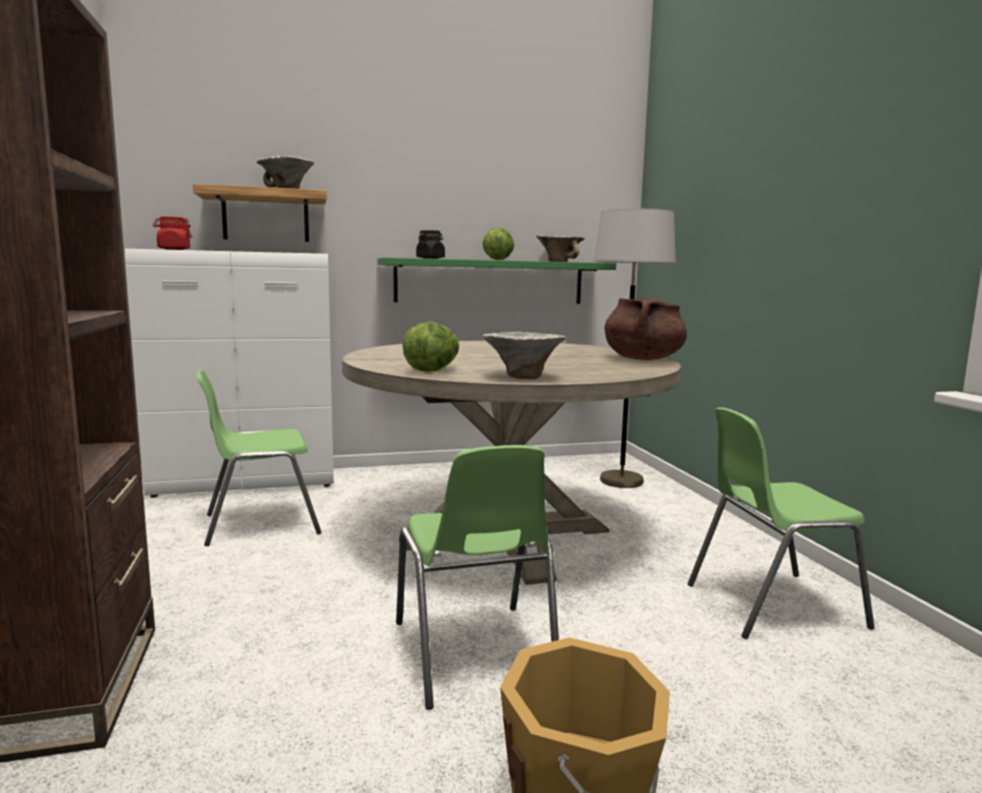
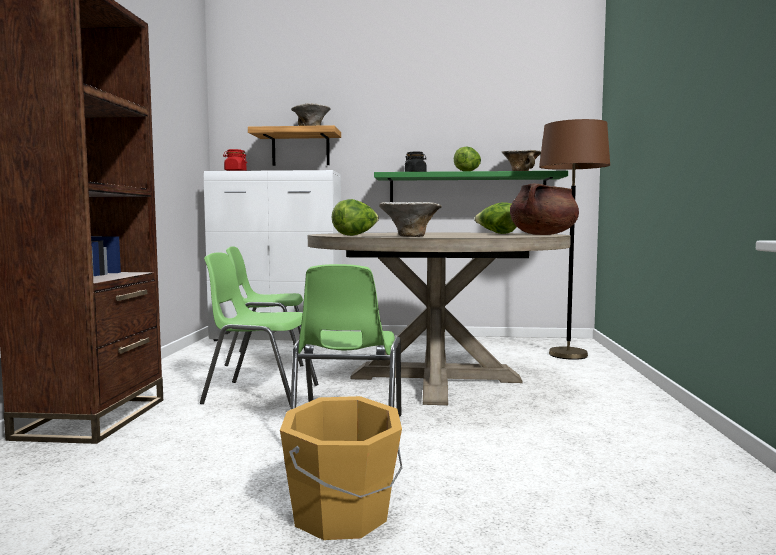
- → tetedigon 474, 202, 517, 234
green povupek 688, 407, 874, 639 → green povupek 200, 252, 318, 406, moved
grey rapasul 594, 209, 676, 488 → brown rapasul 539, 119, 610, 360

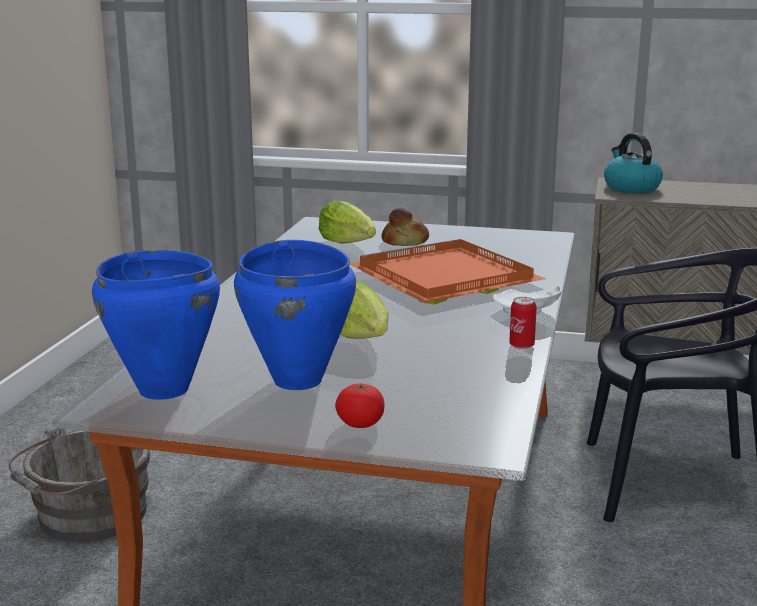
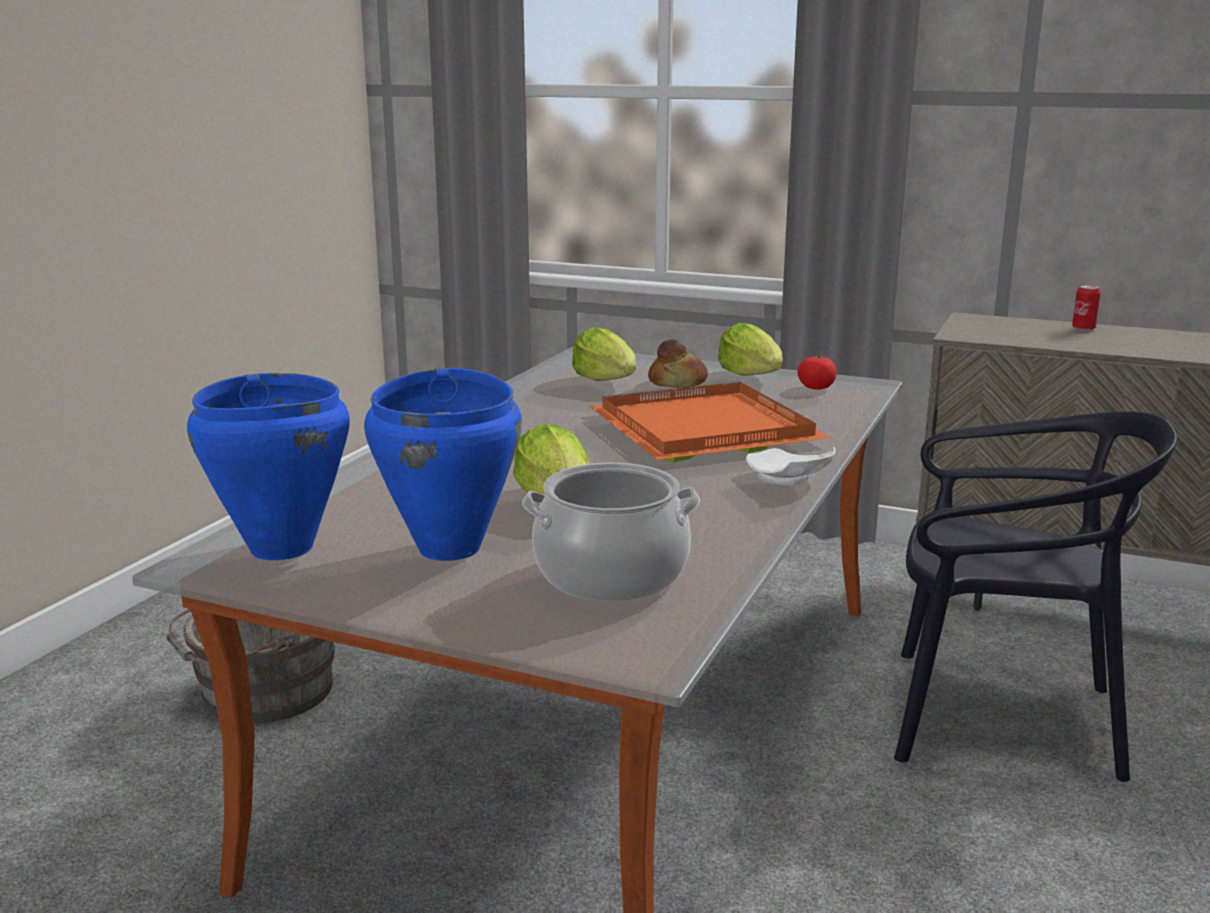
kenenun 604, 133, 663, 193 → -
- → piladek 522, 463, 700, 601
- → tetedigon 718, 323, 783, 376
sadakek 335, 384, 384, 428 → sadakek 797, 356, 837, 390, moved
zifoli 509, 297, 537, 349 → zifoli 1072, 285, 1101, 331, moved

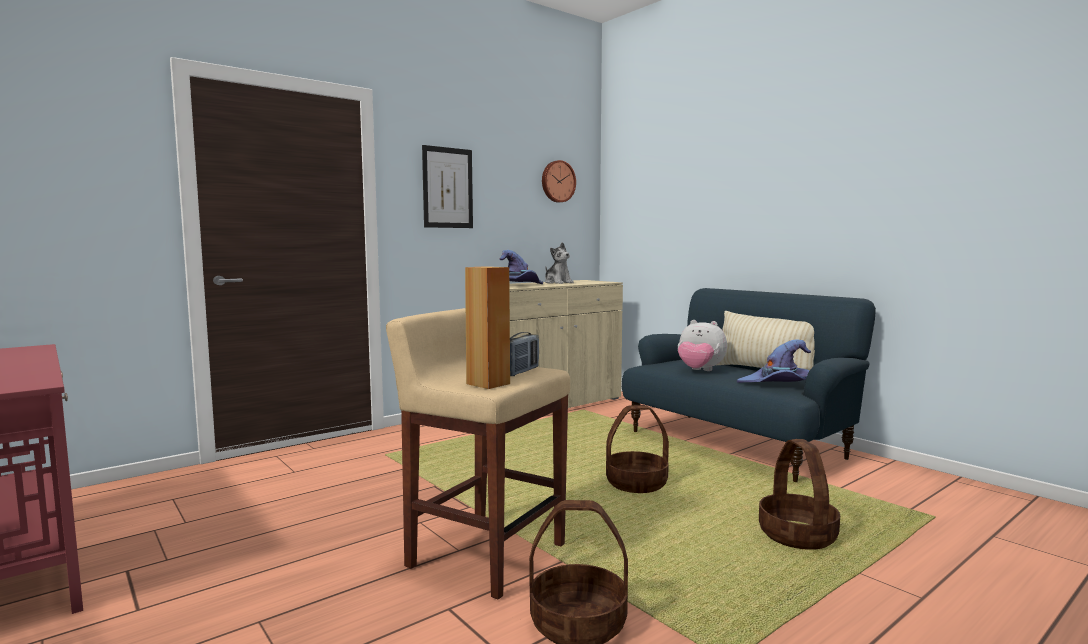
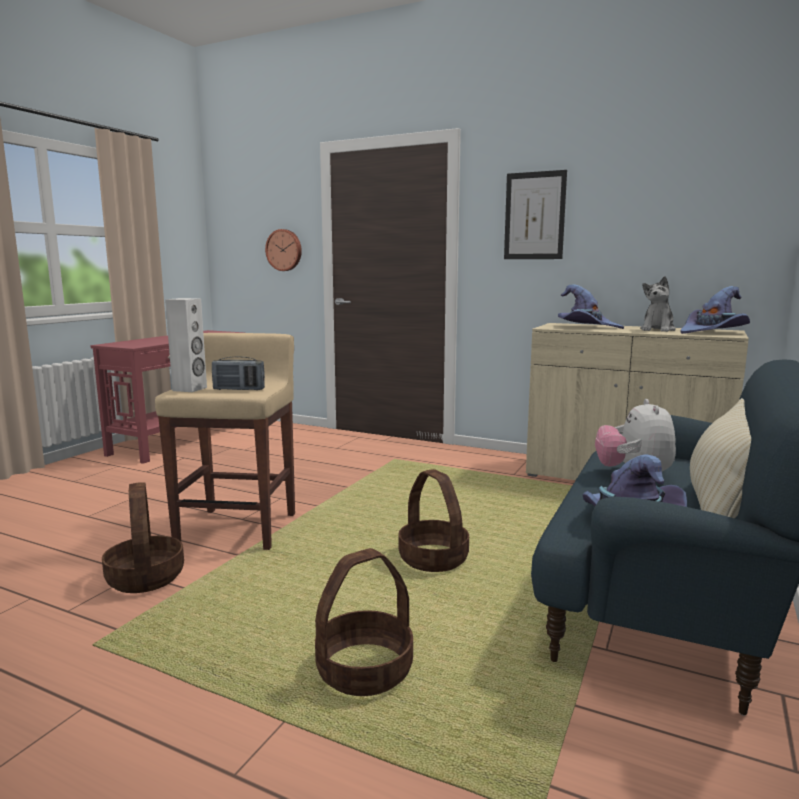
- → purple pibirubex 680, 286, 750, 334
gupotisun 542, 160, 576, 203 → gupotisun 265, 229, 302, 271, moved
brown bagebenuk 465, 266, 510, 389 → white bagebenuk 165, 298, 207, 392

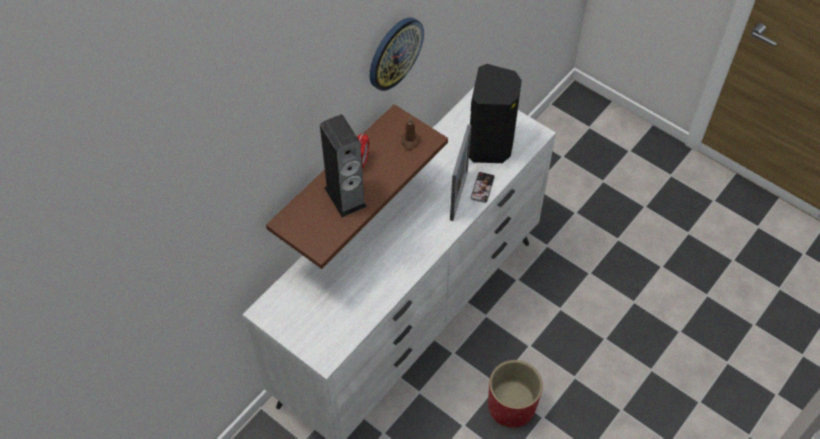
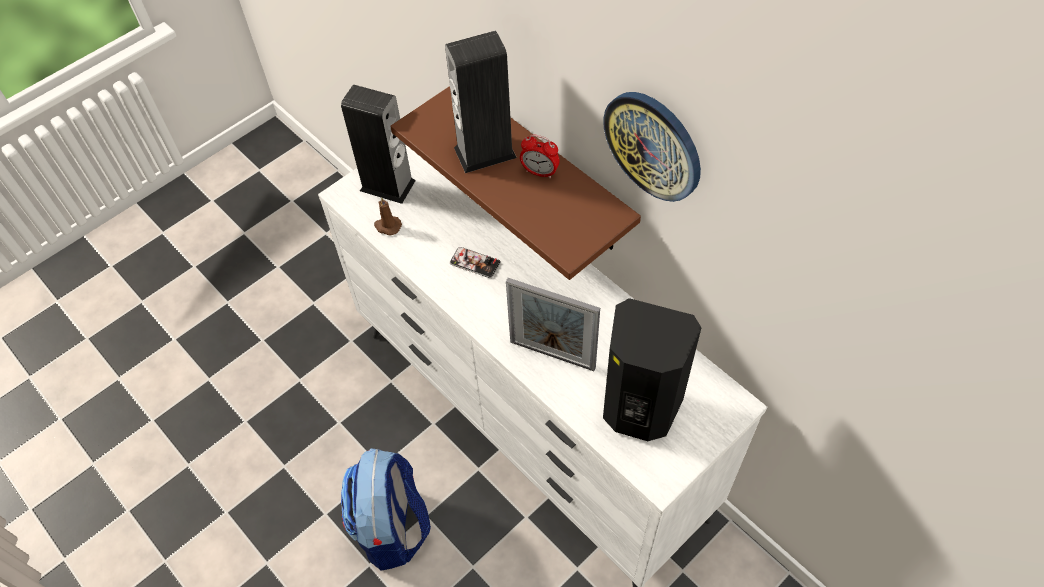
- → bagebenuk 341, 85, 416, 204
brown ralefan 401, 117, 420, 151 → brown ralefan 374, 197, 402, 236, moved
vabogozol 470, 172, 495, 203 → vabogozol 450, 247, 501, 278, moved
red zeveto 488, 360, 543, 428 → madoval 341, 448, 431, 571

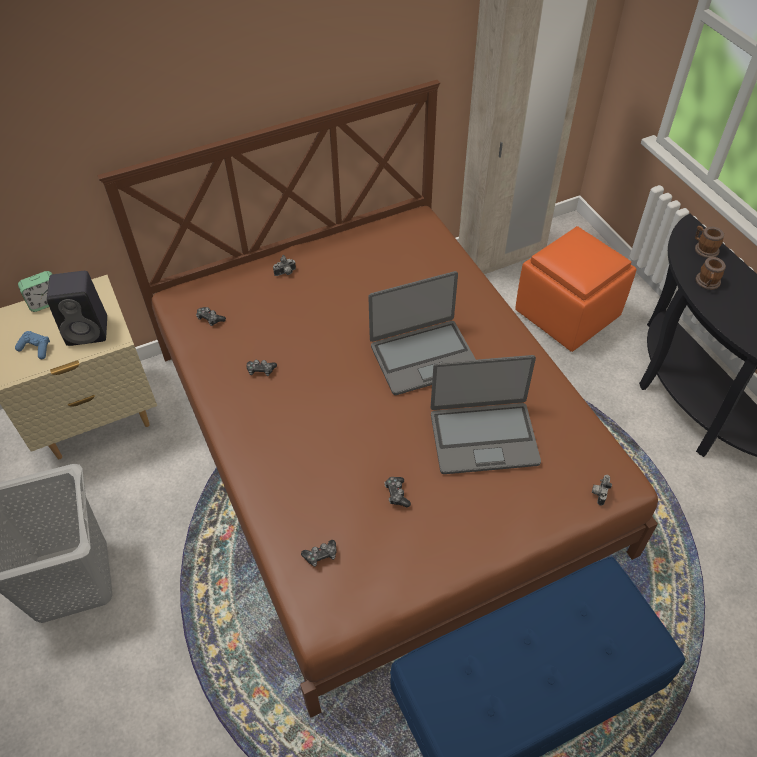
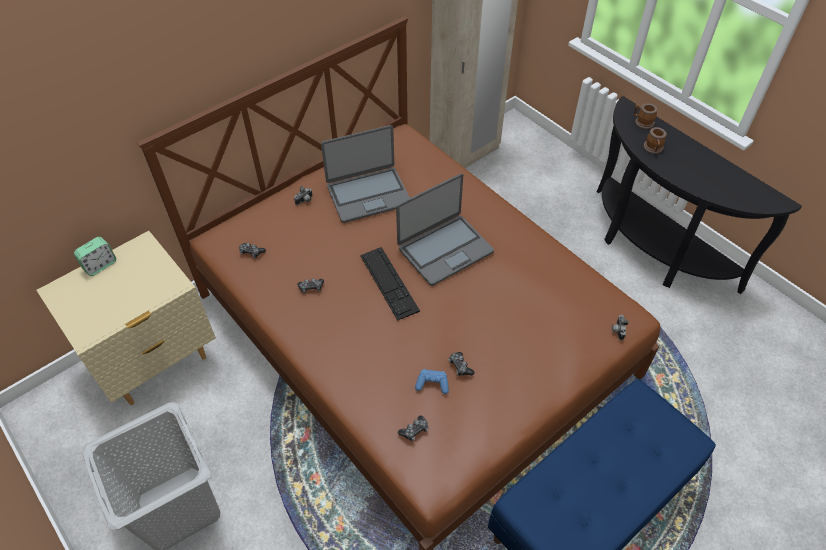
black bagebenuk 47, 271, 107, 346 → -
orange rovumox 515, 226, 637, 352 → -
- → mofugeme 360, 247, 420, 321
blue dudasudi 15, 331, 50, 359 → blue dudasudi 415, 369, 449, 394, moved
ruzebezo 431, 355, 541, 474 → ruzebezo 321, 125, 410, 223, moved

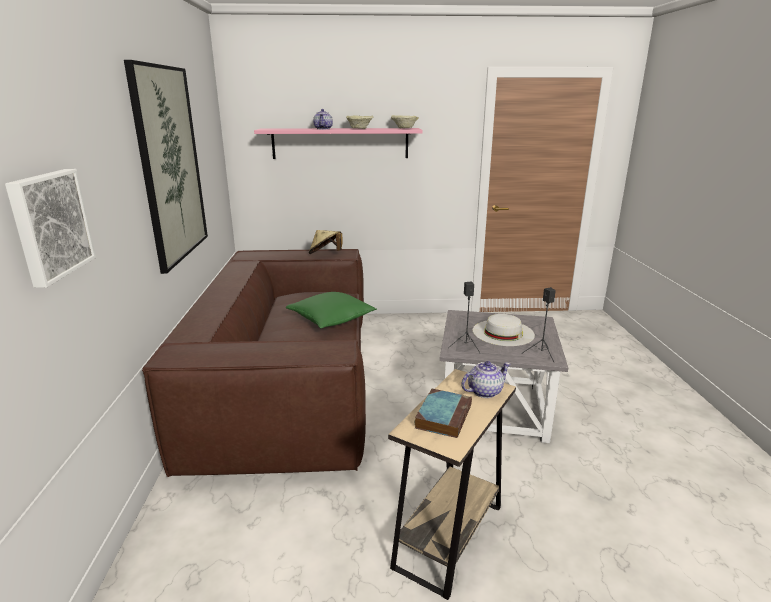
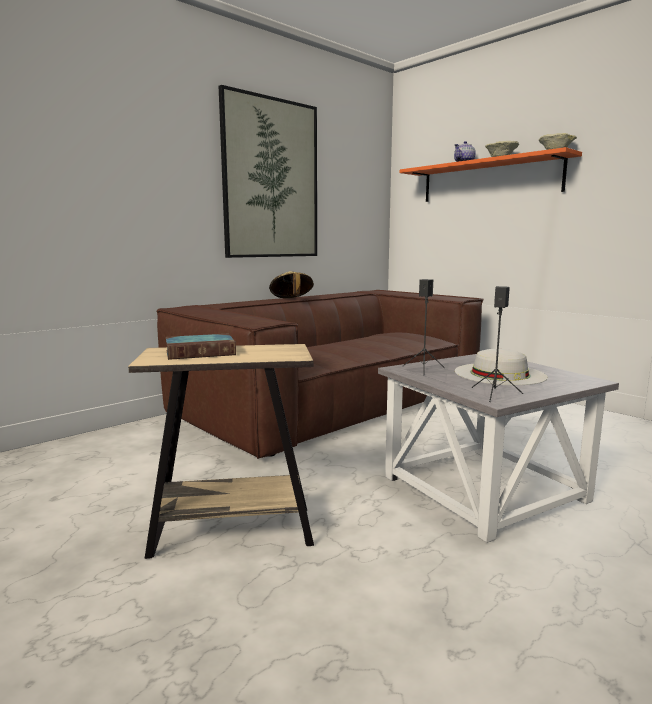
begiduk 5, 169, 96, 288 → -
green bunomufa 286, 292, 377, 328 → -
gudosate 461, 361, 511, 398 → -
beige pibirubex 309, 230, 343, 254 → beige pibirubex 269, 271, 314, 298, moved
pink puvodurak 254, 128, 423, 159 → orange puvodurak 400, 147, 582, 202

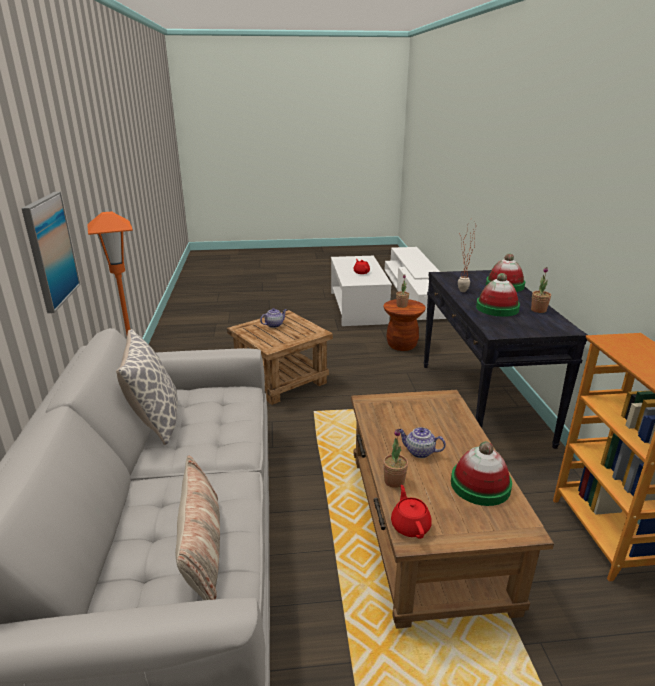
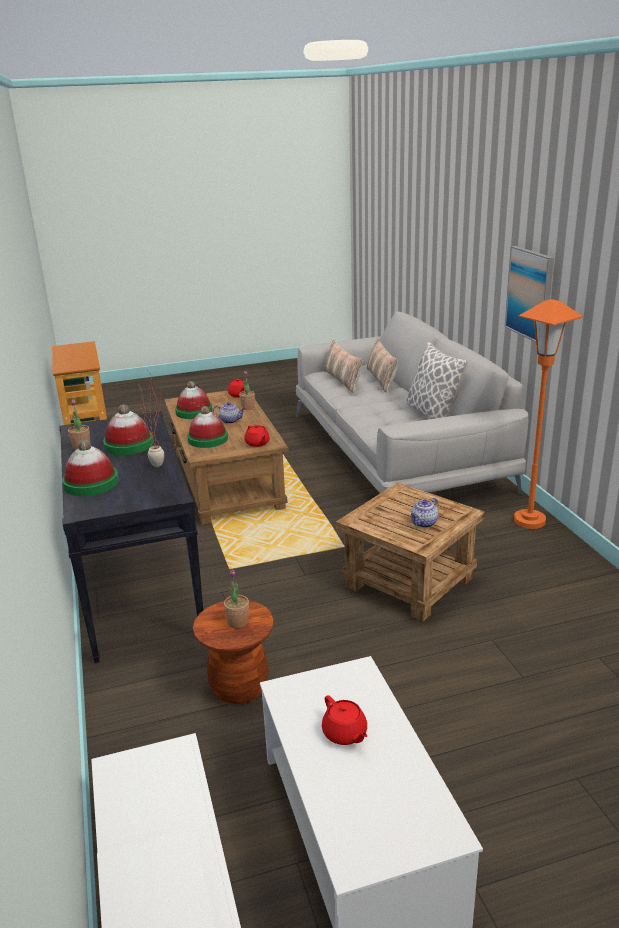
- → pibirubex 187, 406, 228, 448
- → red gudosate 244, 425, 270, 447
- → bunomufa 367, 338, 398, 393

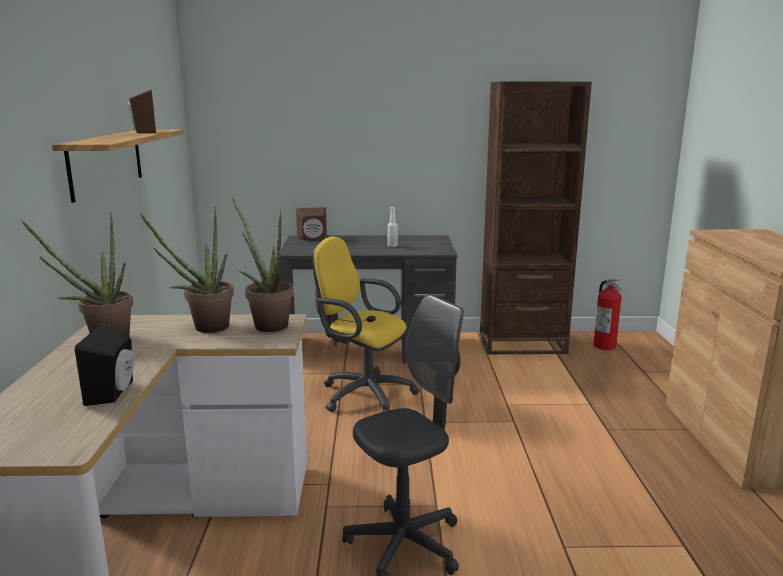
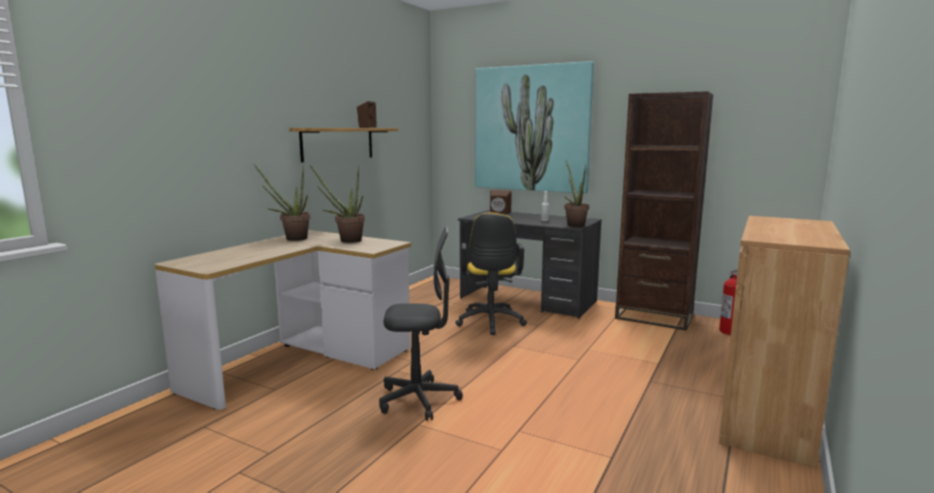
black bagebenuk 75, 324, 134, 406 → -
- → begiduk 475, 61, 594, 194
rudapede 232, 198, 294, 332 → rudapede 564, 161, 589, 227, moved
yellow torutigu 312, 236, 419, 412 → yellow torutigu 455, 213, 527, 335, 150 degrees counterclockwise

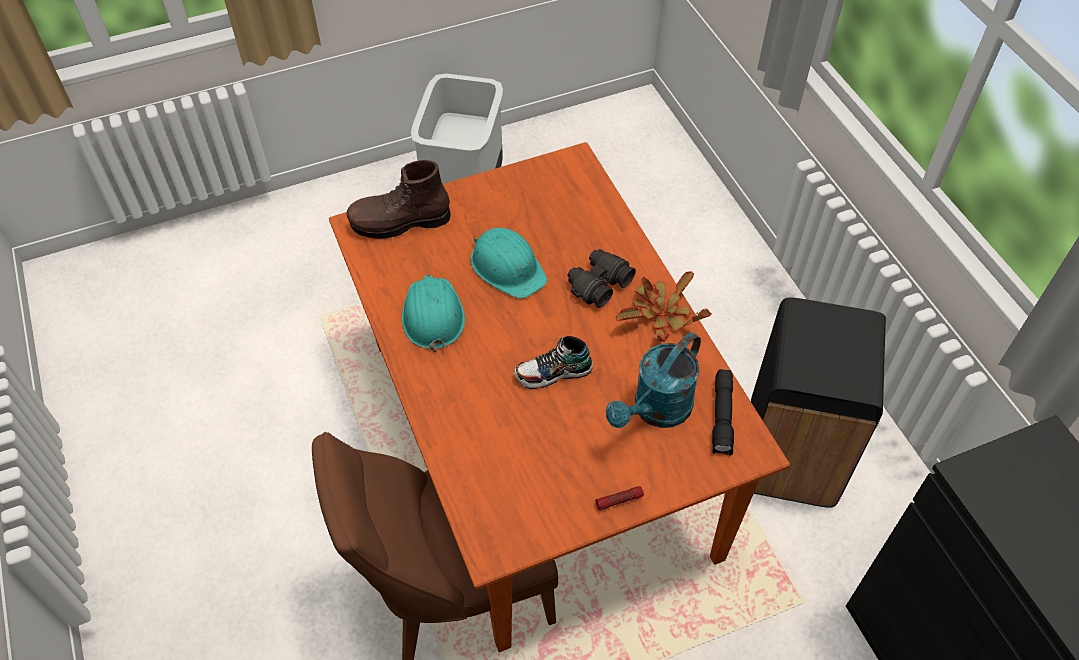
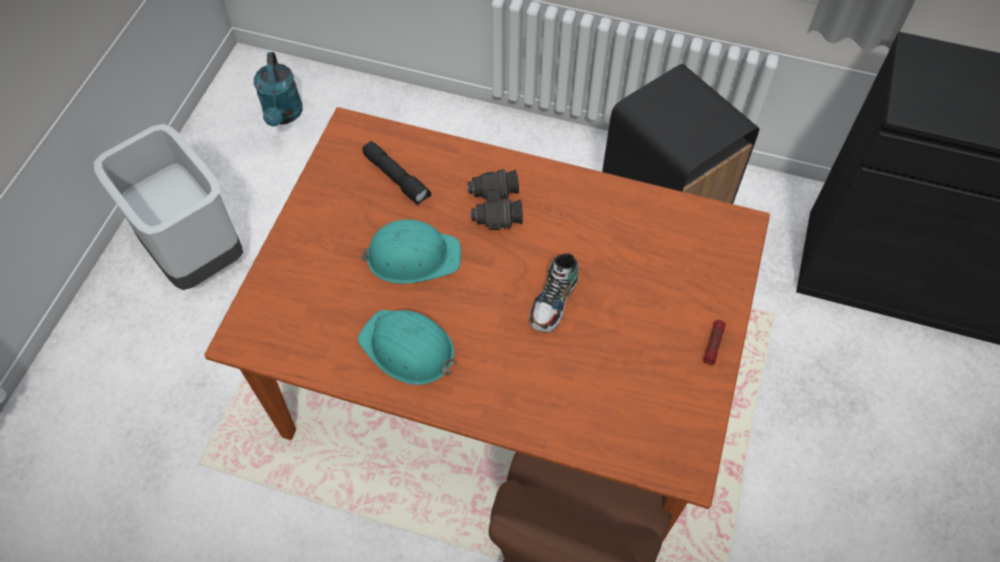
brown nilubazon 347, 160, 451, 239 → -
rudapede 616, 271, 712, 342 → -
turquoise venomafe 606, 332, 701, 428 → turquoise venomafe 254, 52, 303, 127, moved
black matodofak 712, 369, 734, 456 → black matodofak 362, 141, 431, 206, moved

